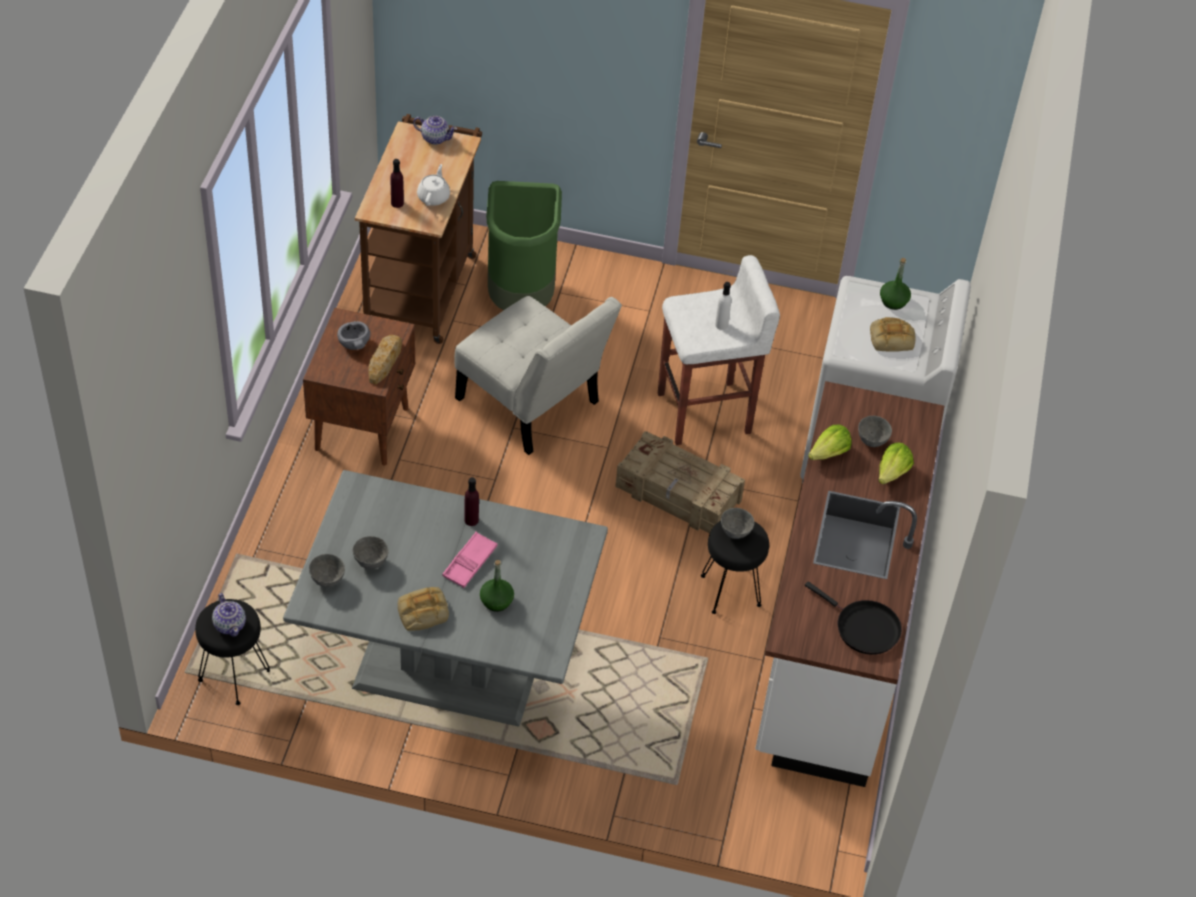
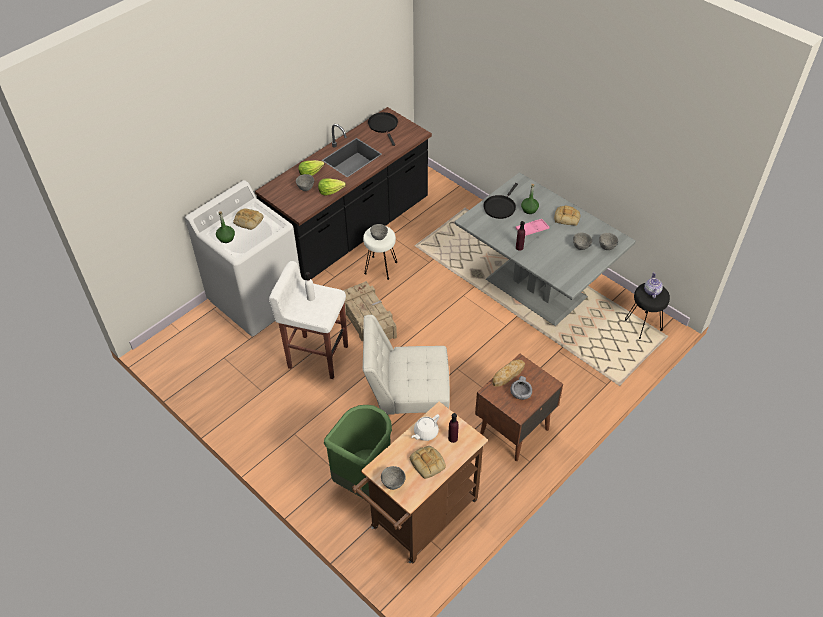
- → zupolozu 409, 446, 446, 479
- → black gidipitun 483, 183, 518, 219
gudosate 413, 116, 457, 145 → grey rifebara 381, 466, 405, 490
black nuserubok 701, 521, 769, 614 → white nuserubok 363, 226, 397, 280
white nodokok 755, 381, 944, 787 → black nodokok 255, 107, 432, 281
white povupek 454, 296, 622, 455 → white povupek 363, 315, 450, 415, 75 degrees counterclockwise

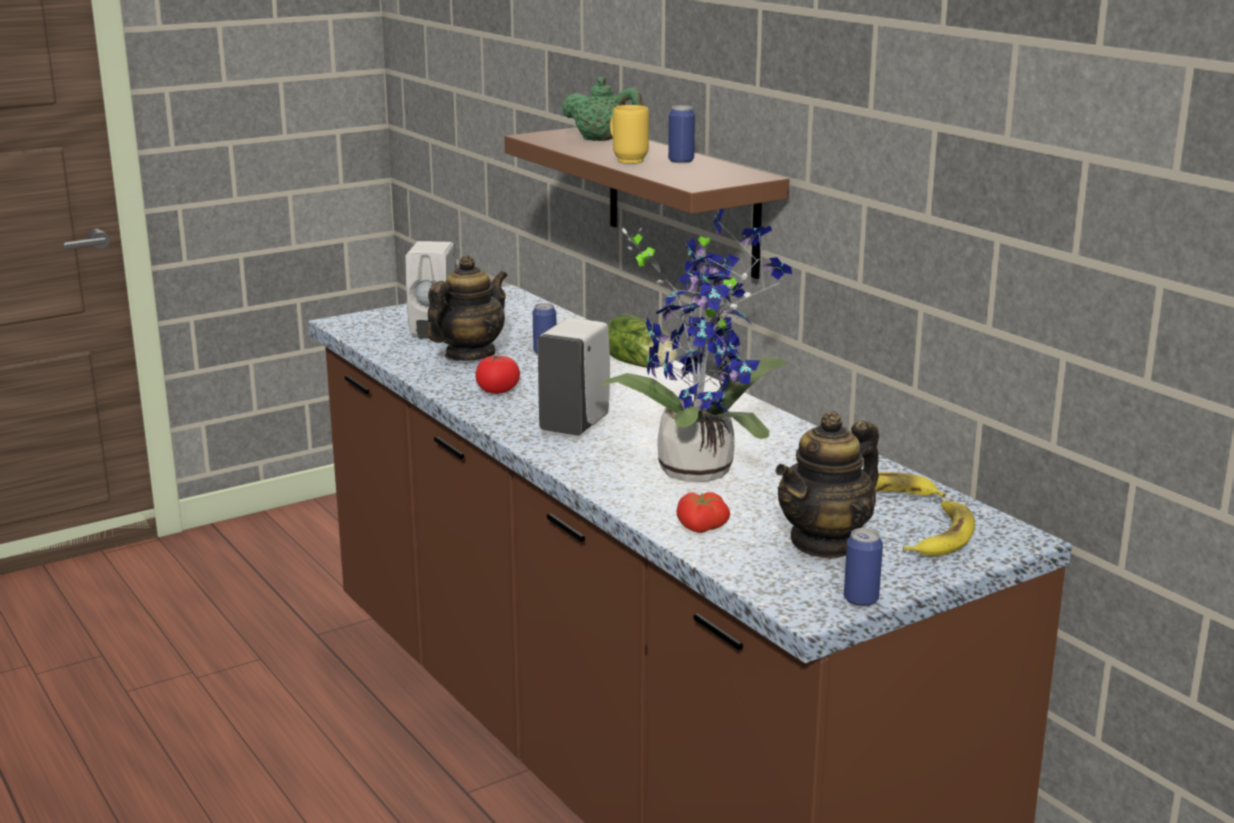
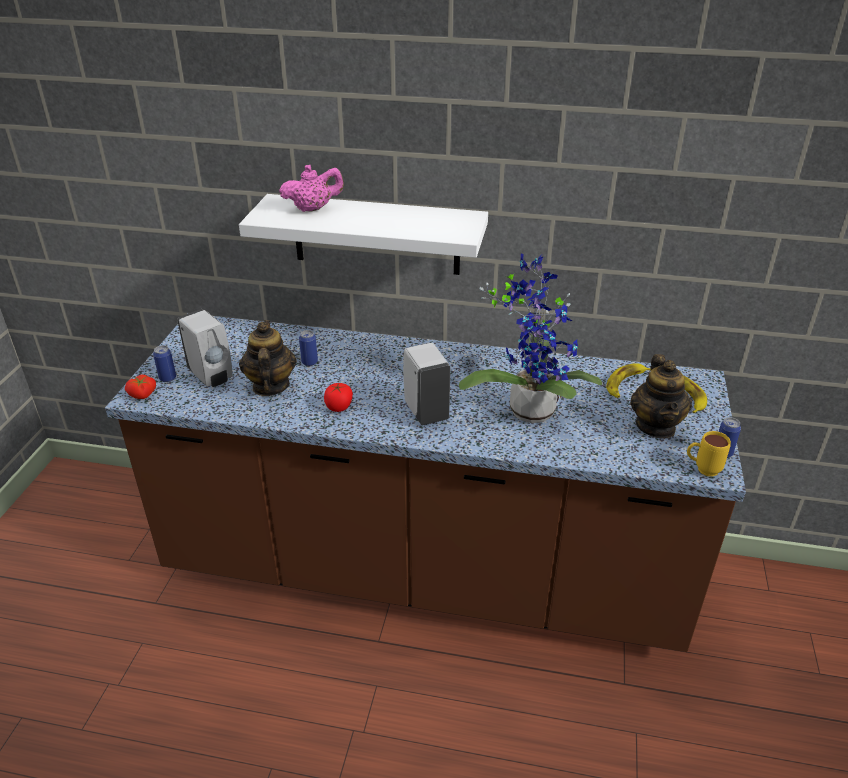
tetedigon 608, 313, 677, 368 → -
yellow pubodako 610, 105, 649, 164 → yellow pubodako 687, 431, 731, 477, moved
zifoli 668, 105, 695, 163 → zifoli 153, 345, 176, 382, moved
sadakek 676, 492, 730, 533 → sadakek 125, 375, 156, 399, moved
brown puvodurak 504, 127, 789, 279 → white puvodurak 239, 194, 488, 275
green gudosate 561, 77, 643, 141 → pink gudosate 279, 164, 344, 212

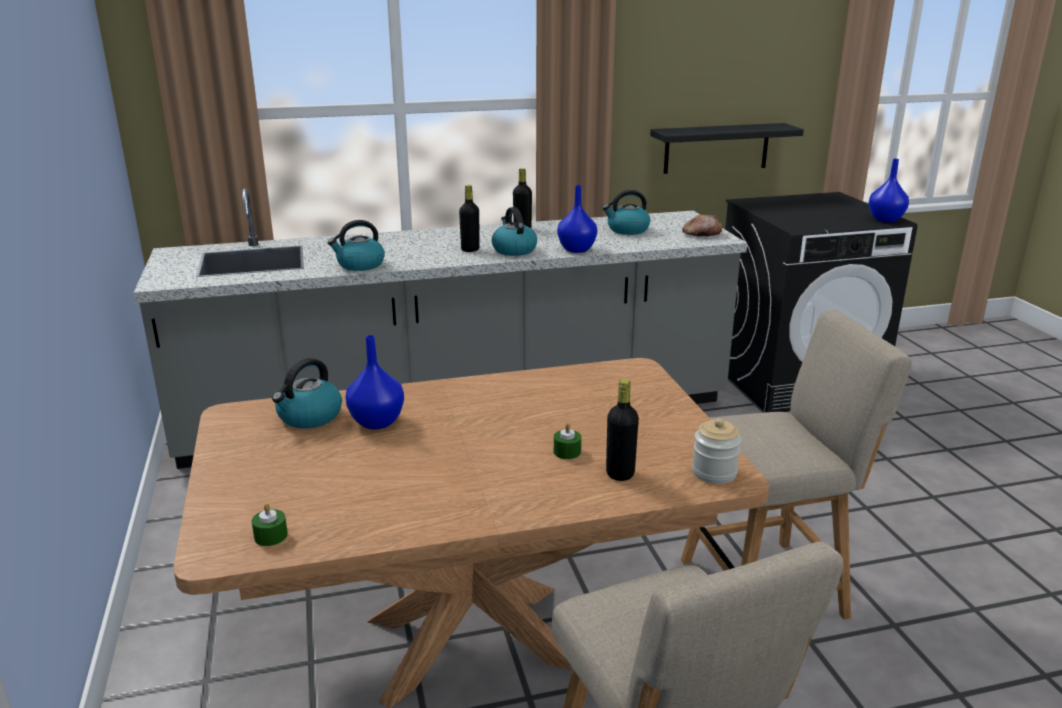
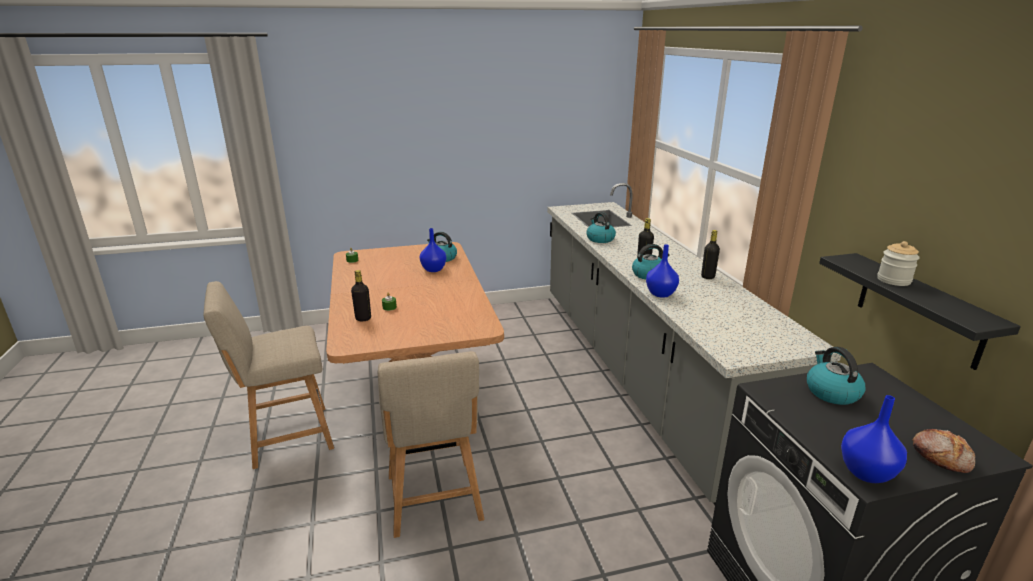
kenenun 602, 190, 650, 235 → kenenun 807, 347, 866, 405, moved
zupolozu 682, 214, 722, 237 → zupolozu 912, 429, 975, 473, moved
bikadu 692, 418, 741, 484 → bikadu 877, 241, 920, 286, moved

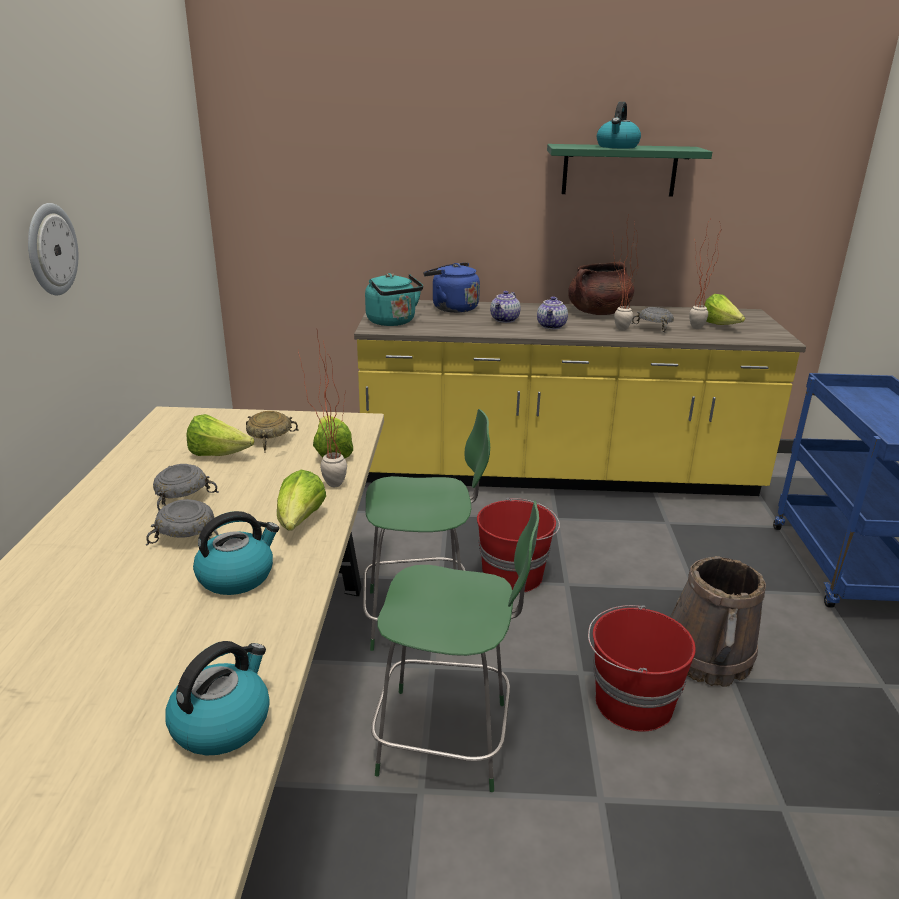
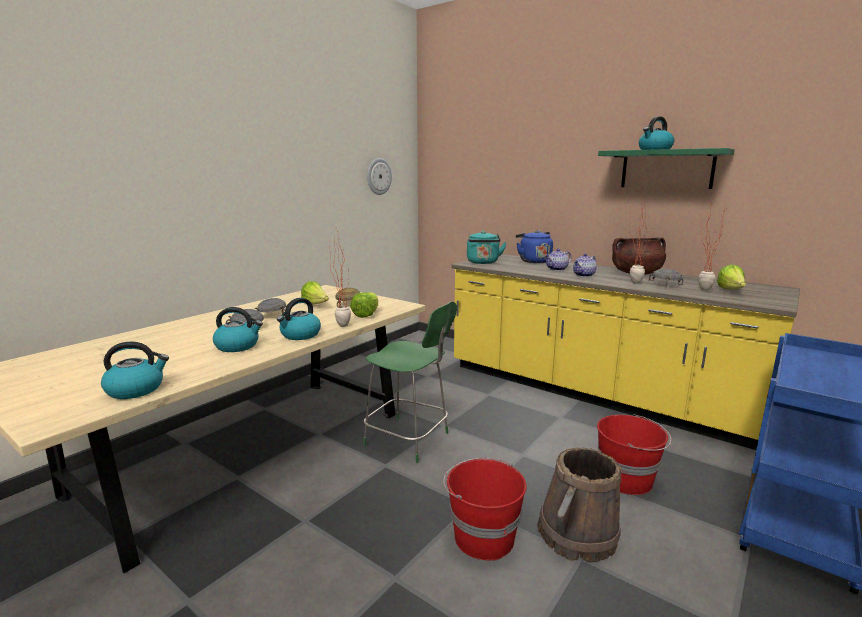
green nuserubok 371, 500, 539, 792 → -
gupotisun 28, 203, 78, 295 → gupotisun 367, 158, 392, 195, moved
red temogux 477, 498, 560, 592 → red temogux 597, 414, 671, 495, moved
tetedigon 277, 470, 326, 531 → kenenun 277, 298, 321, 340

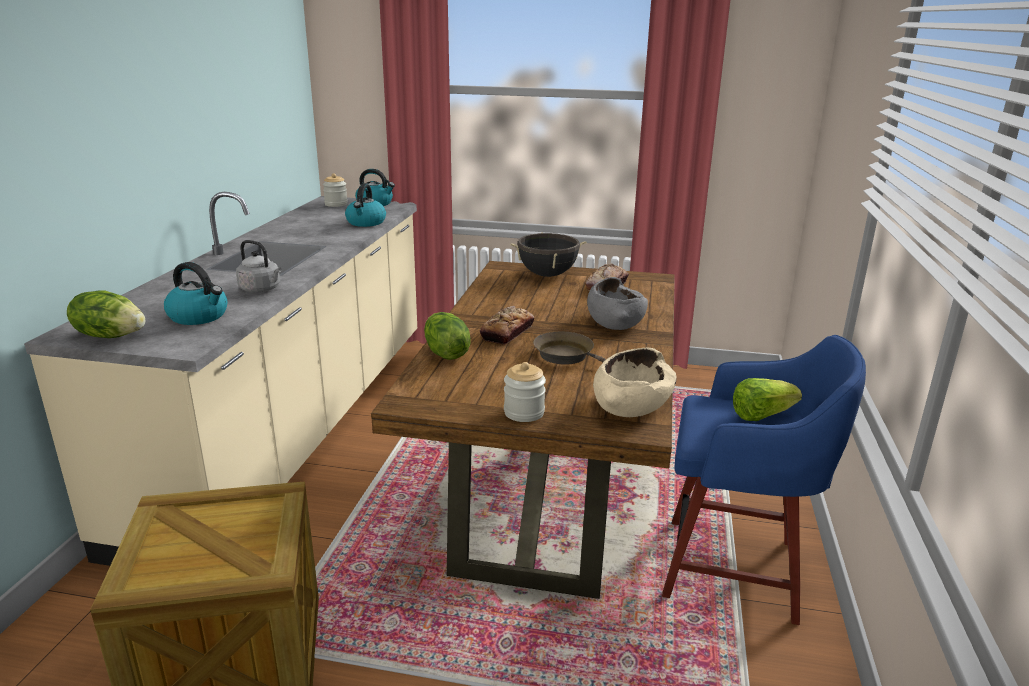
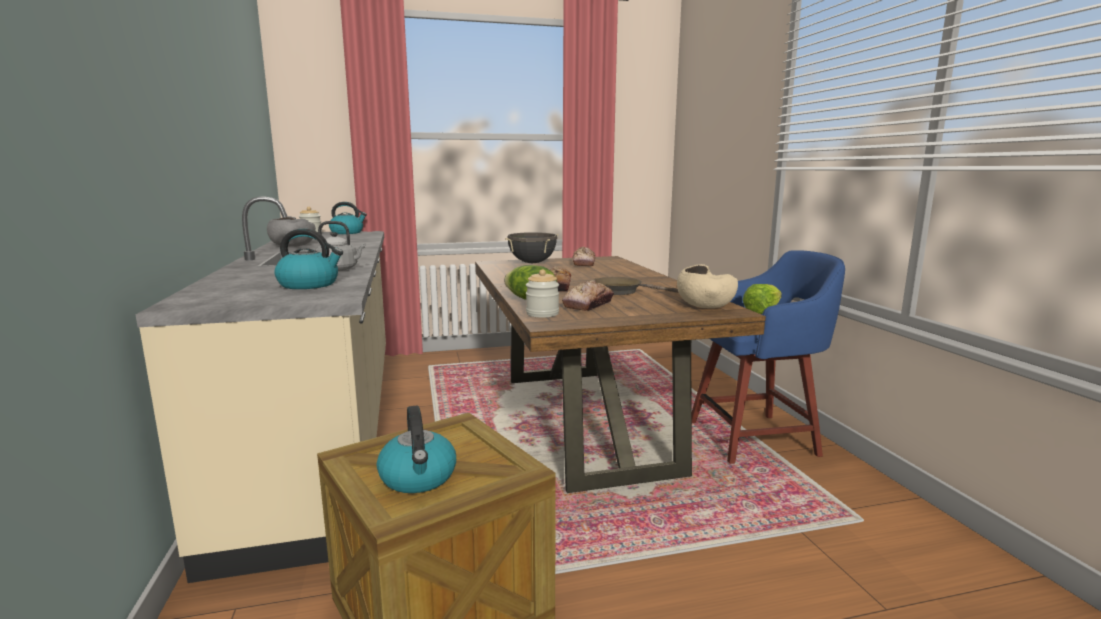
tetedigon 67, 290, 145, 338 → -
- → zupolozu 562, 280, 614, 311
kenenun 345, 184, 386, 227 → kenenun 377, 405, 456, 493, moved
bikadu 504, 362, 546, 422 → bikadu 526, 269, 559, 318, moved
grey rifebara 587, 277, 648, 330 → grey rifebara 267, 216, 316, 247, moved

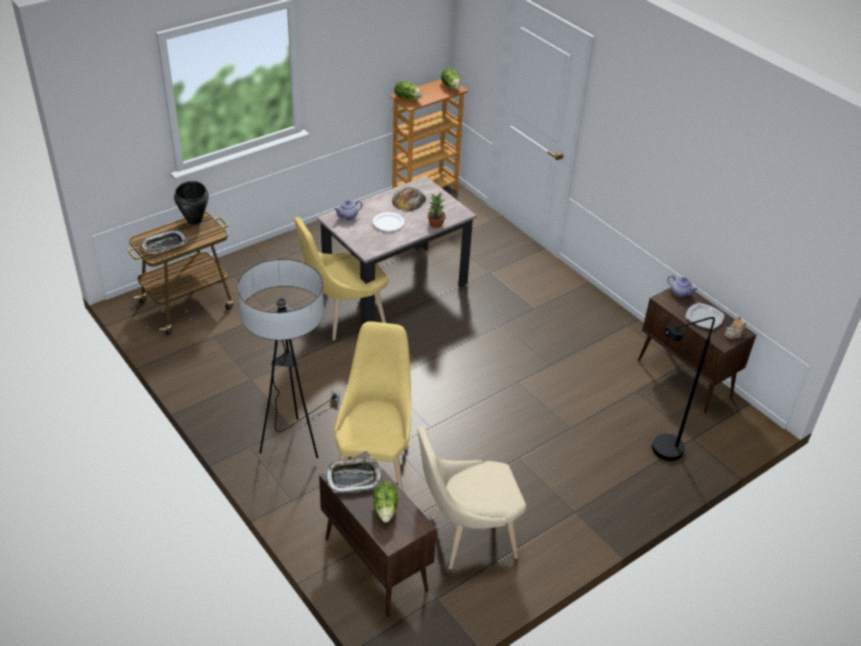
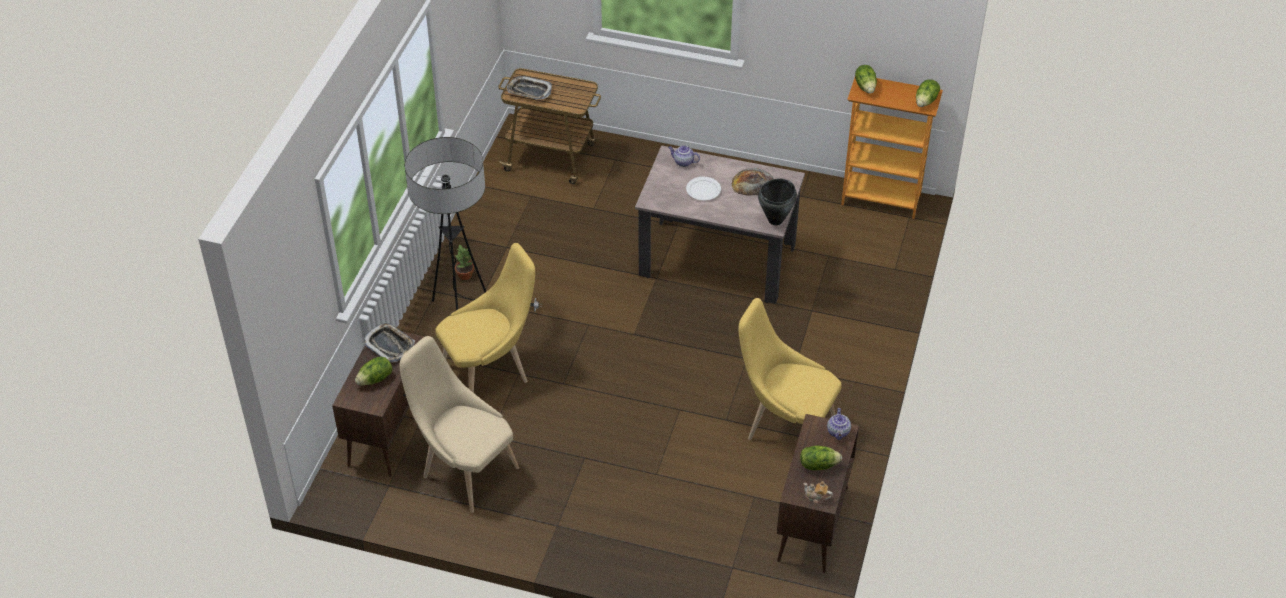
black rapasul 652, 317, 715, 461 → -
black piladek 174, 181, 209, 225 → black piladek 758, 179, 797, 225, moved
yellow povupek 294, 217, 388, 340 → yellow povupek 738, 298, 842, 440, moved
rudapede 428, 193, 446, 228 → rudapede 455, 244, 474, 280, moved
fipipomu 685, 302, 725, 330 → tetedigon 800, 445, 842, 471

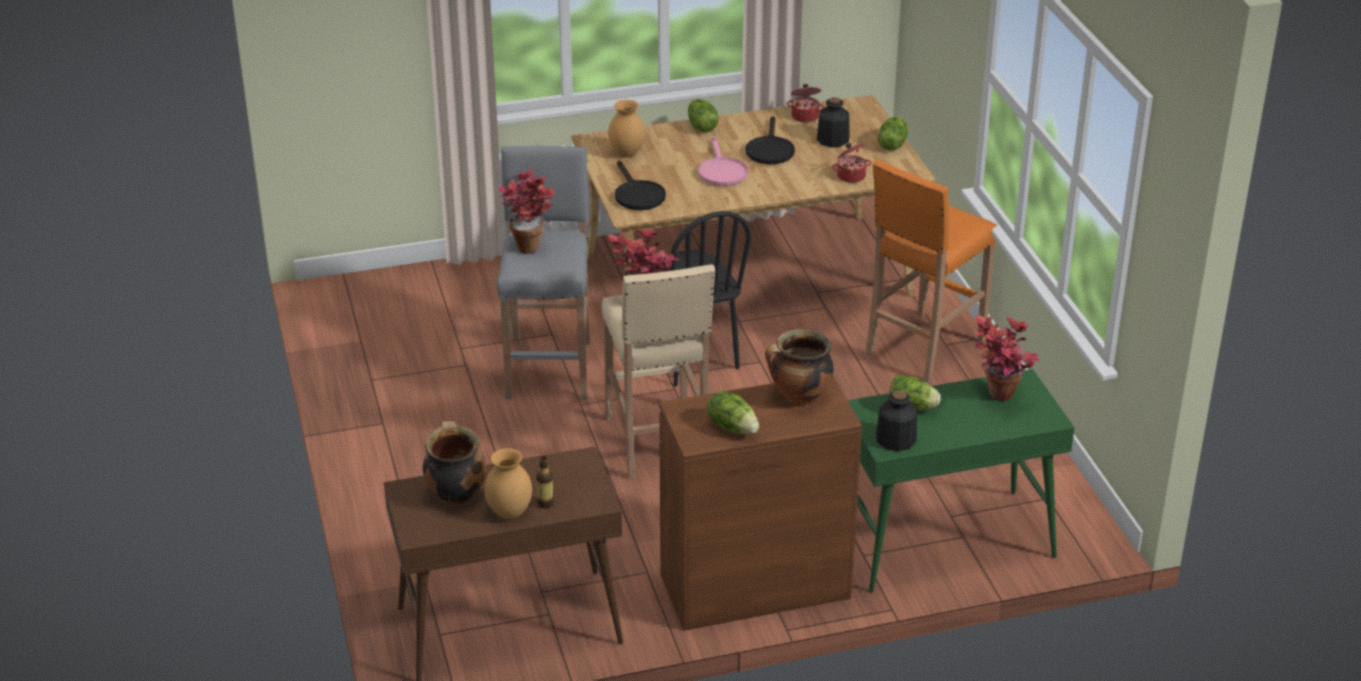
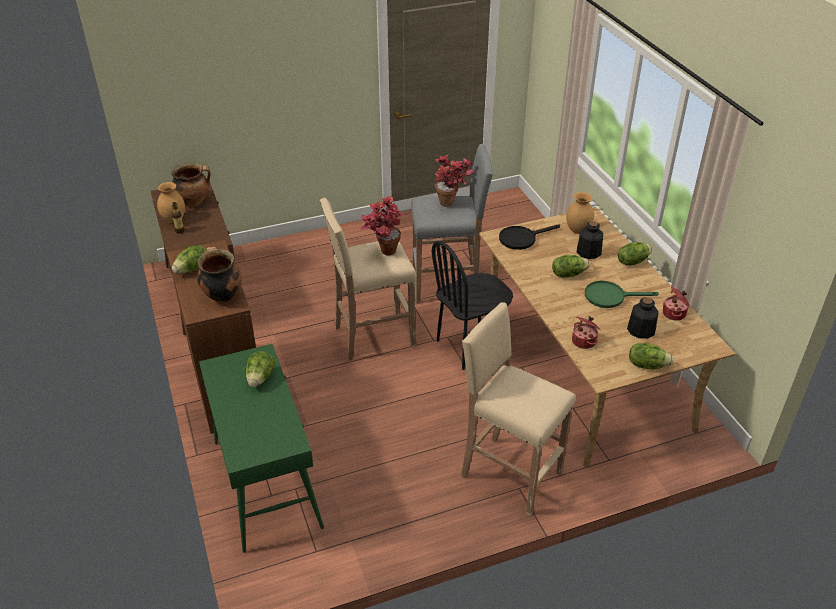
rudapede 975, 315, 1040, 401 → -
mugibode 876, 391, 917, 451 → mugibode 577, 221, 603, 259, moved
pink gidipitun 698, 136, 748, 186 → tetedigon 552, 255, 590, 278
black gidipitun 746, 116, 795, 164 → green gidipitun 585, 281, 659, 308
orange nuserubok 866, 159, 997, 383 → beige nuserubok 461, 302, 576, 516

